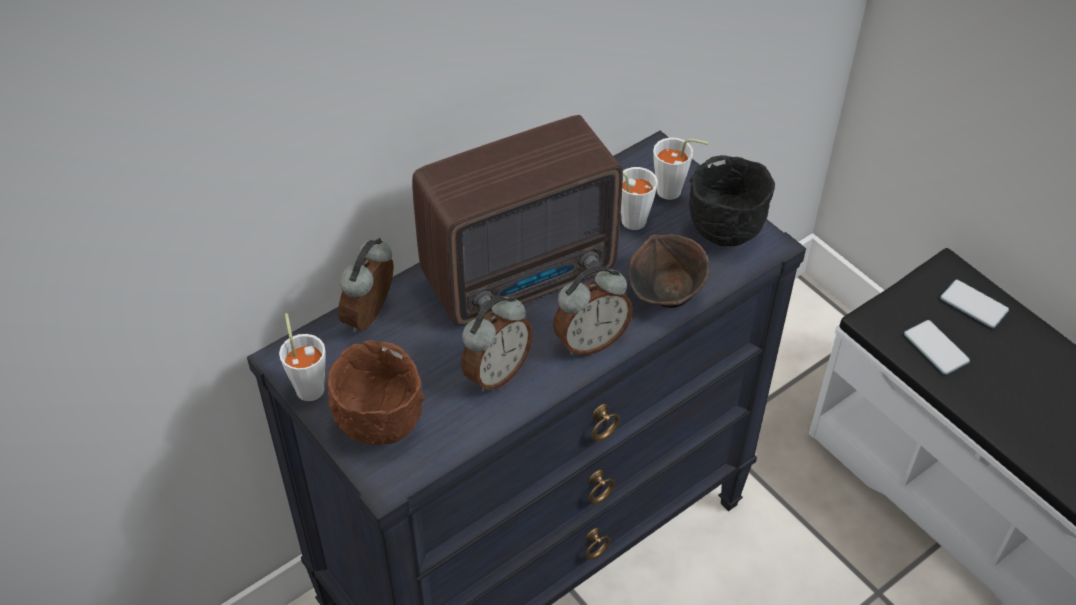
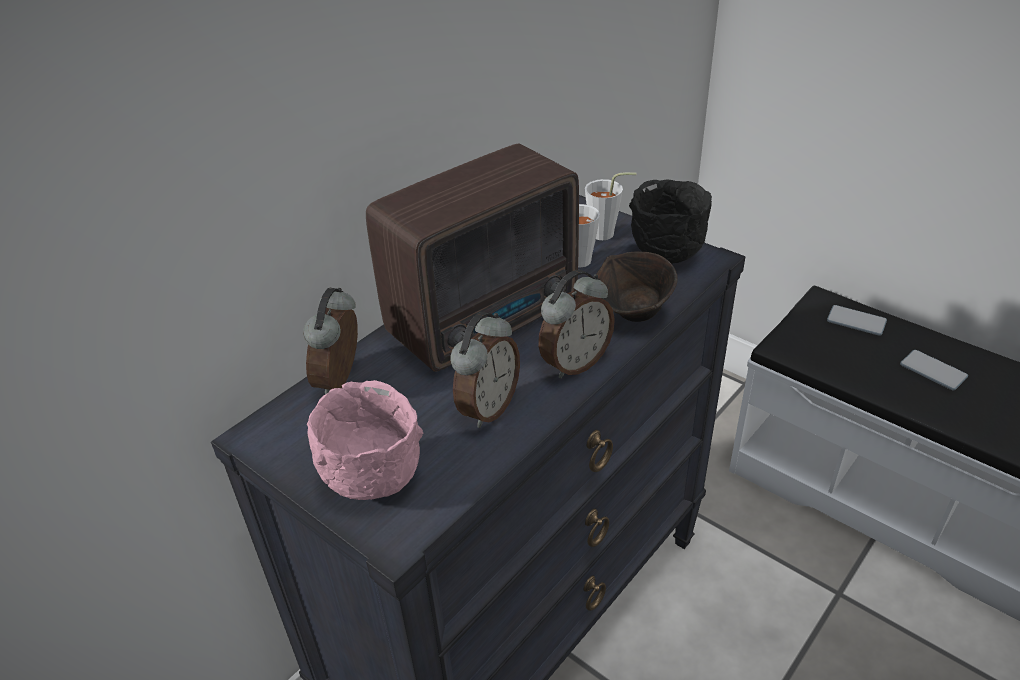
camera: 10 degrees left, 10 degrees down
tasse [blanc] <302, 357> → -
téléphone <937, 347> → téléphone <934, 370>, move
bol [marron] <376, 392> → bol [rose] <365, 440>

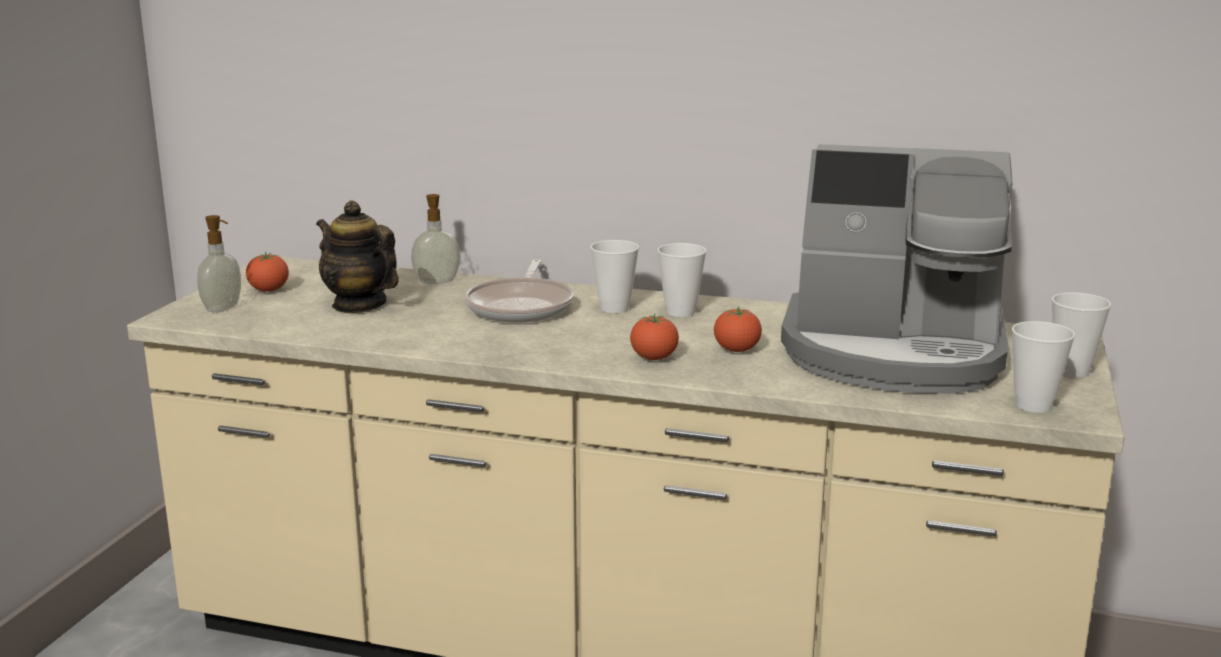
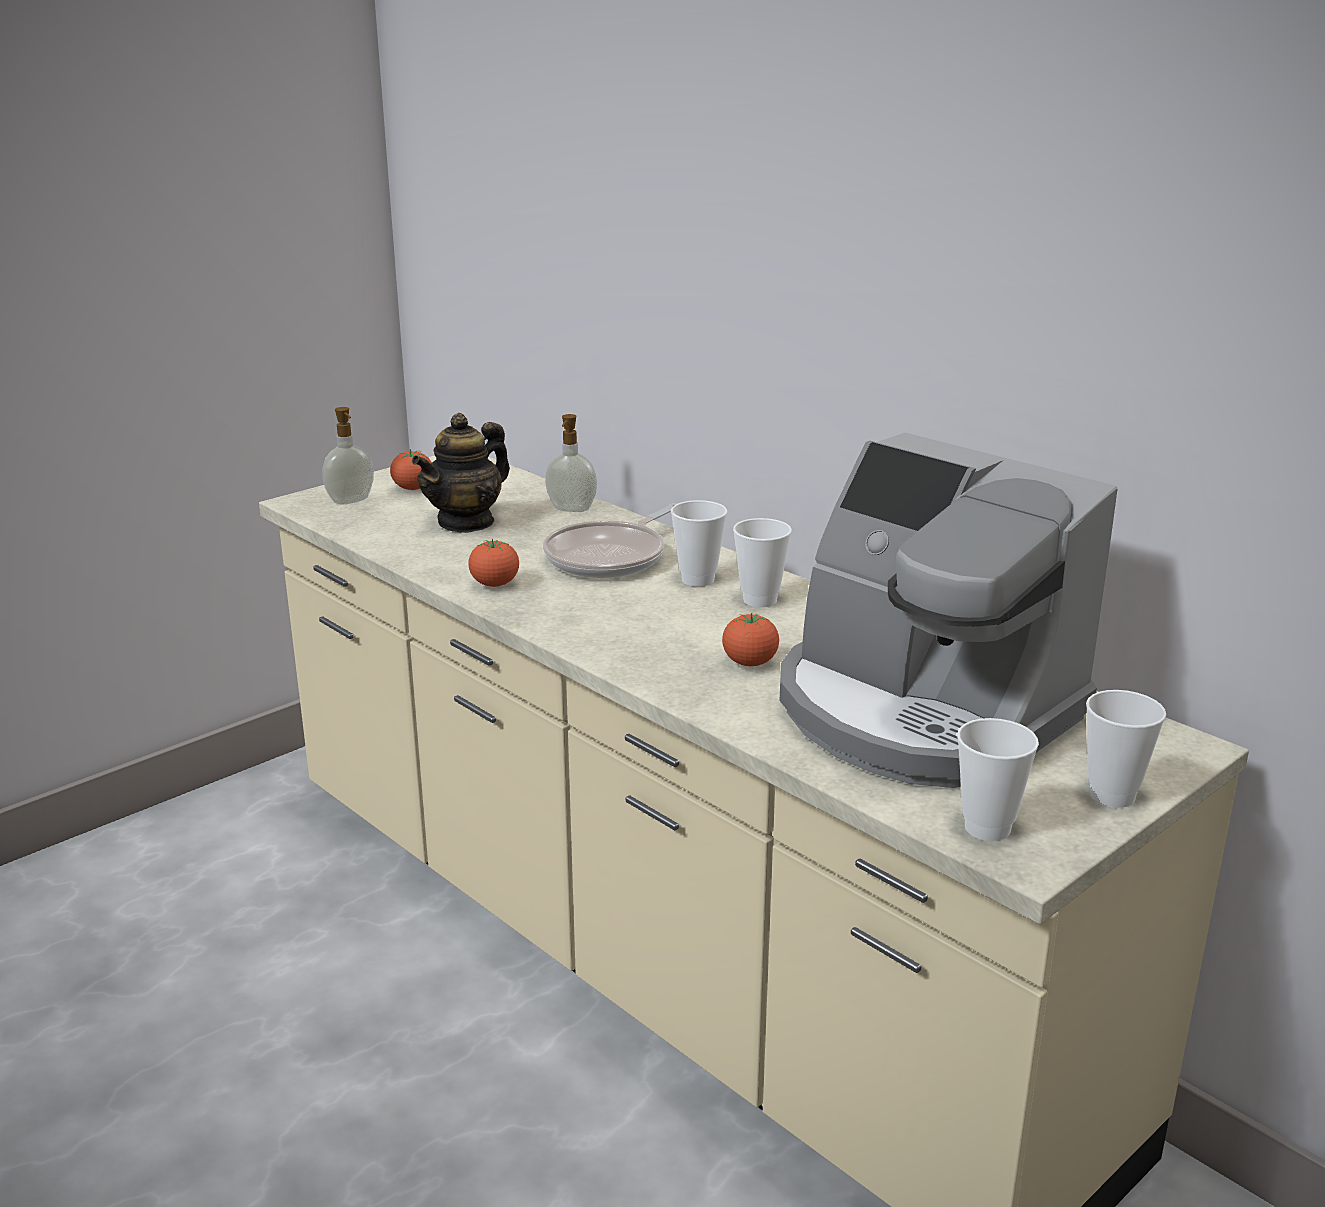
camera: 30 degrees right, 5 degrees up
théière <357, 256> → théière <461, 473>, 120 degrees counterclockwise
tomate <654, 337> → tomate <493, 563>, move

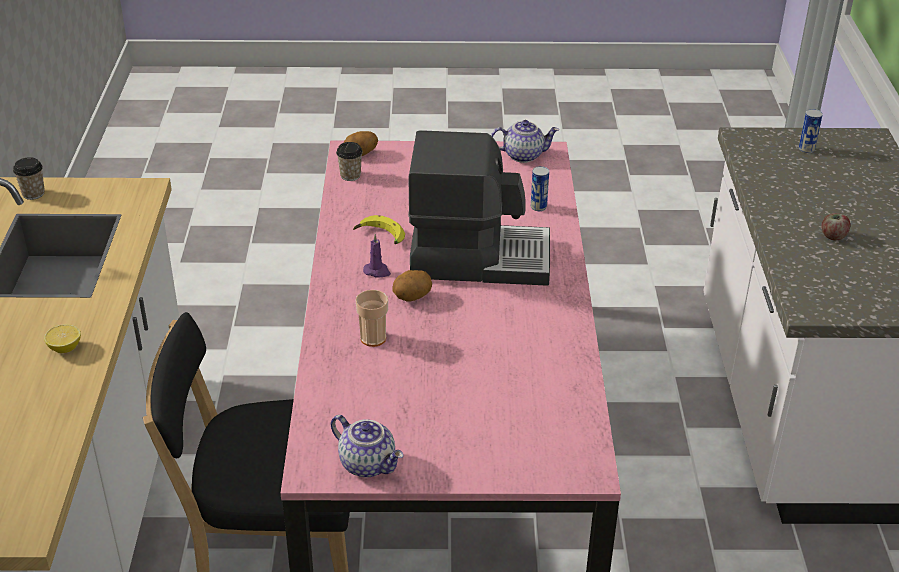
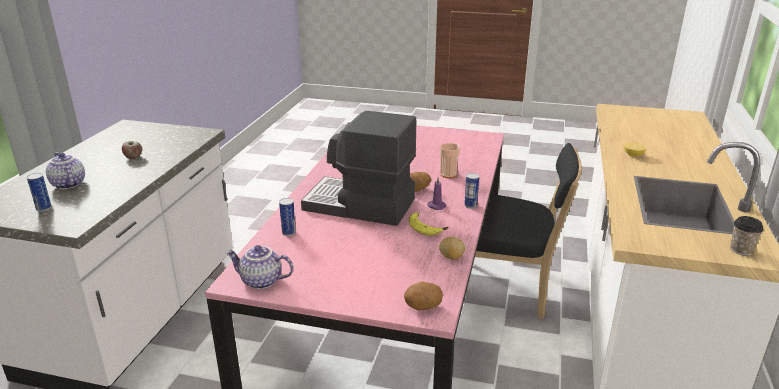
camera: 165 degrees left, 10 degrees down
tasse <349, 161> → -
théière <367, 446> → théière <65, 170>, move
- → boîte métallique <471, 191>
- → pomme de terre <452, 248>

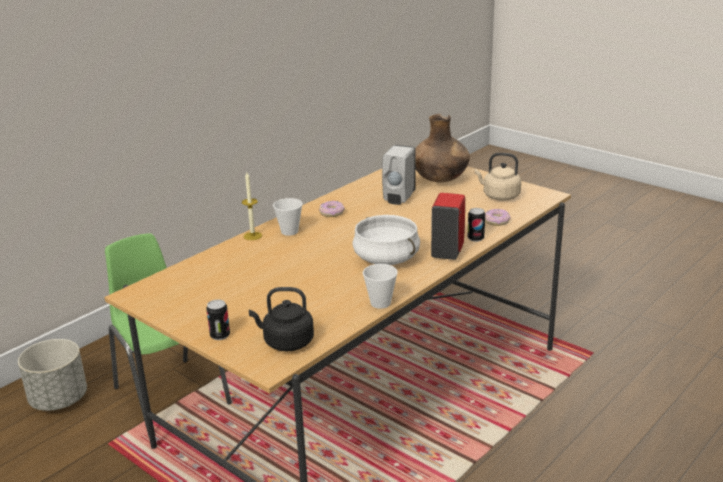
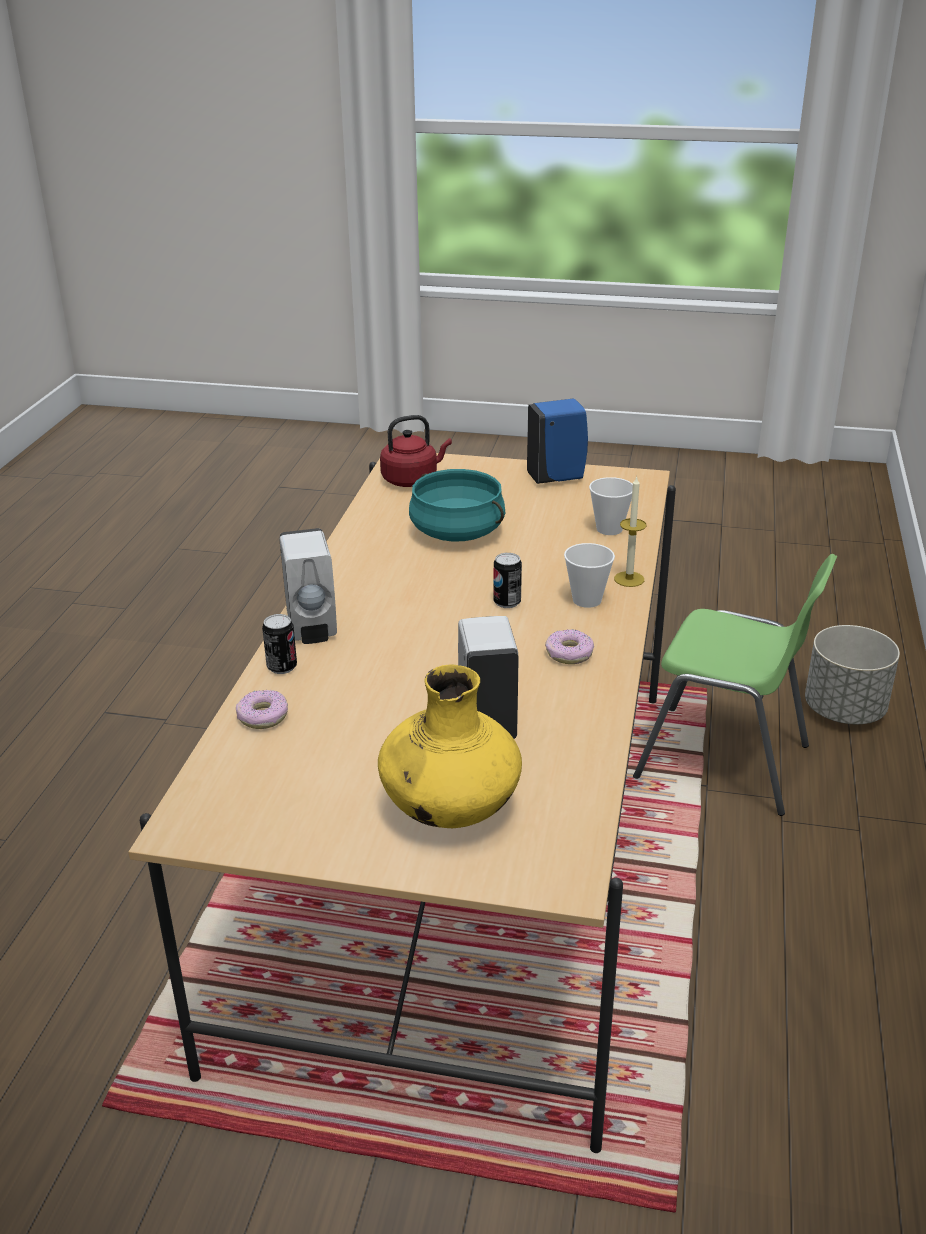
camera: 150 degrees right, 5 degrees up
vase [marron] <442, 148> → vase [jaune] <450, 746>
bouilloire [beige] <498, 177> → -
distributeur de savon [rouge] <448, 226> → distributeur de savon [blanc] <308, 586>
marmite [blanc] <386, 240> → -
tasse <380, 286> → tasse <611, 506>, move
bouilloire [noir] <281, 319> → bouilloire [rouge] <416, 451>
boîte métallique <218, 319> → boîte métallique <507, 580>, move
- → distributeur de savon [bleu] <557, 441>
- → marmite [turquoise] <457, 505>

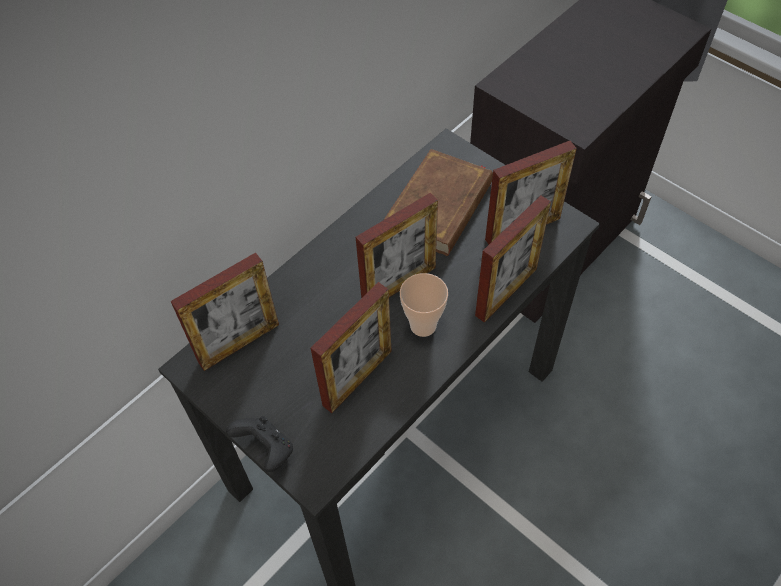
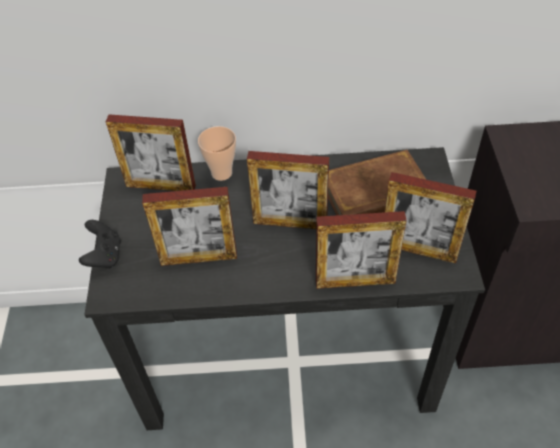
camera: 45 degrees right, 5 degrees down
tasse <424, 305> → tasse <217, 153>, move

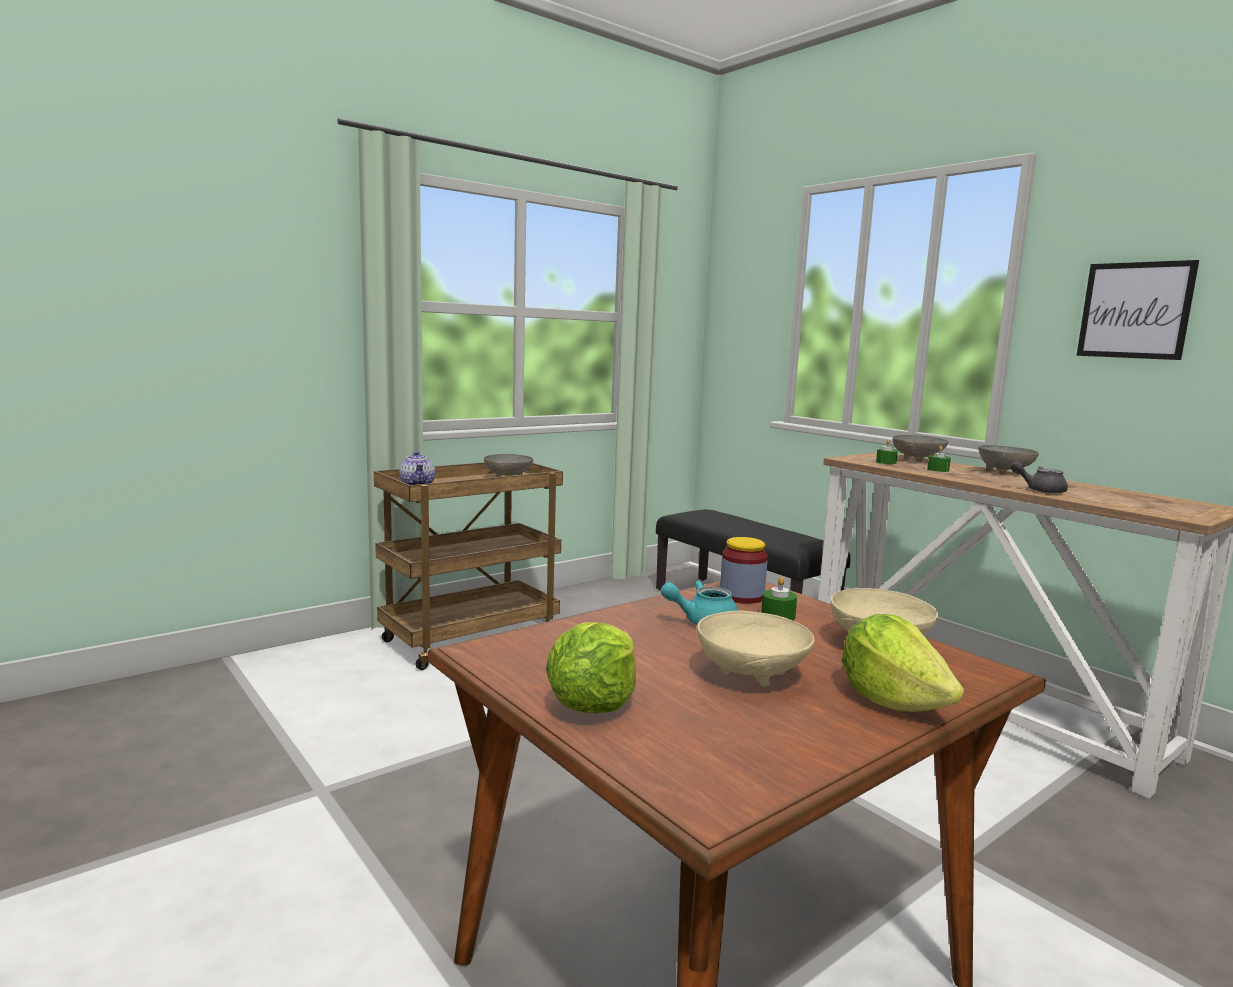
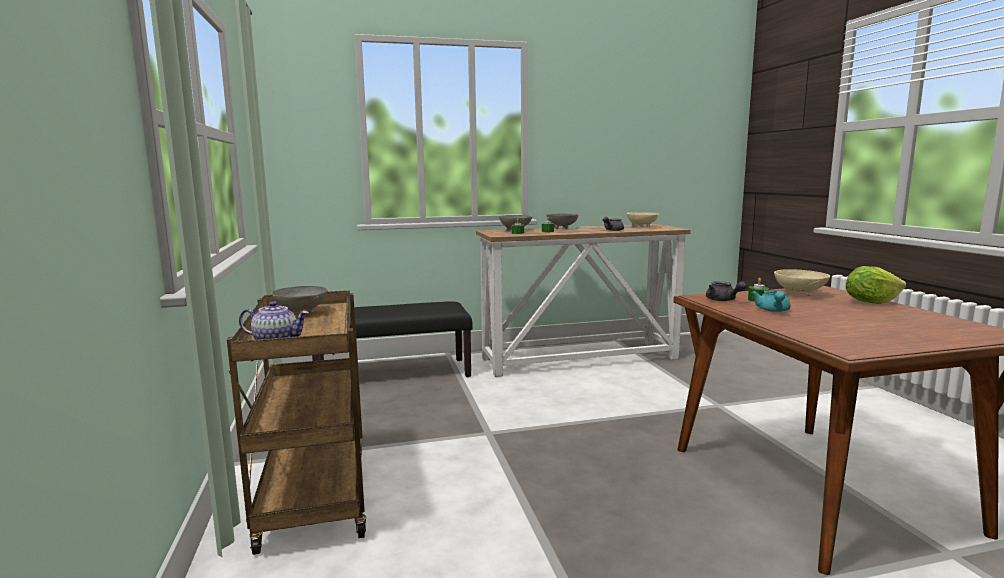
camera: 65 degrees left, 0 degrees up
tableau <1138, 310> → -
bocal <744, 570> → théière [gris] <726, 291>
bol [beige] <755, 649> → bol [beige] <642, 220>, move
laitue <591, 668> → -

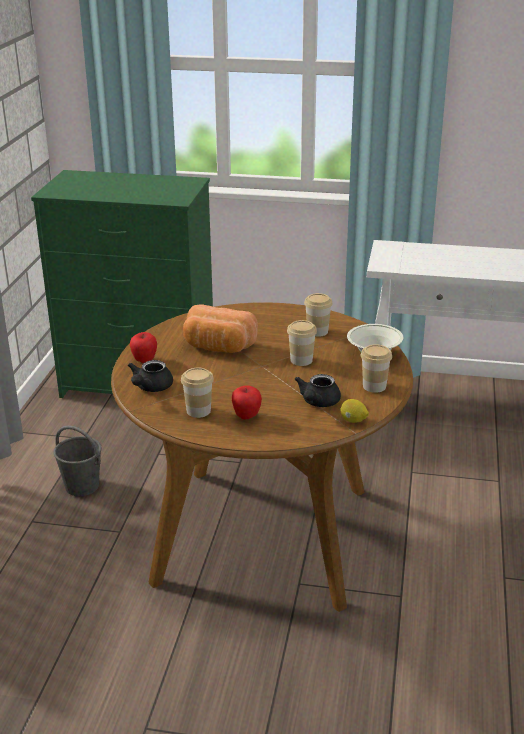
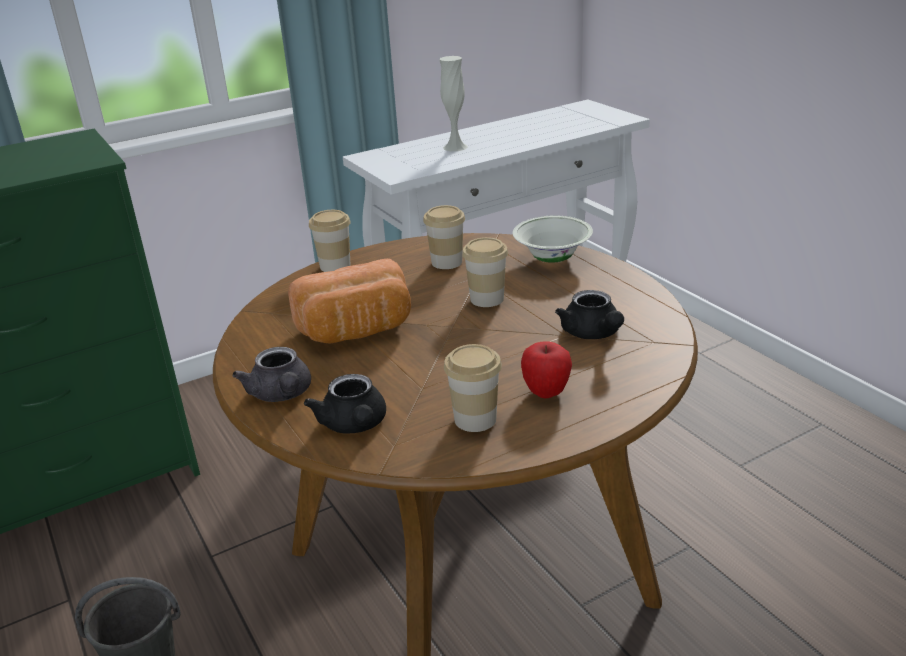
camera: 40 degrees left, 0 degrees up
pomme <143, 347> → théière [gris] <271, 374>
tasse <376, 368> → tasse <330, 241>, move
citron <355, 411> → -
- → vase [blanc] <453, 103>

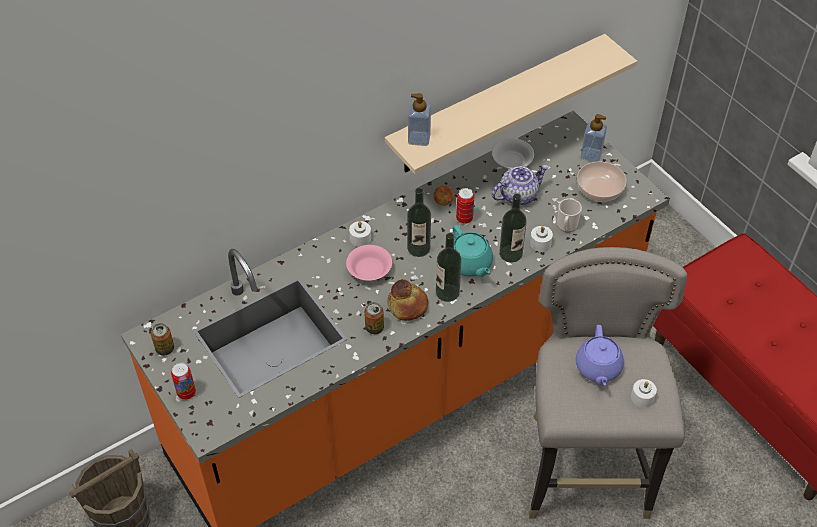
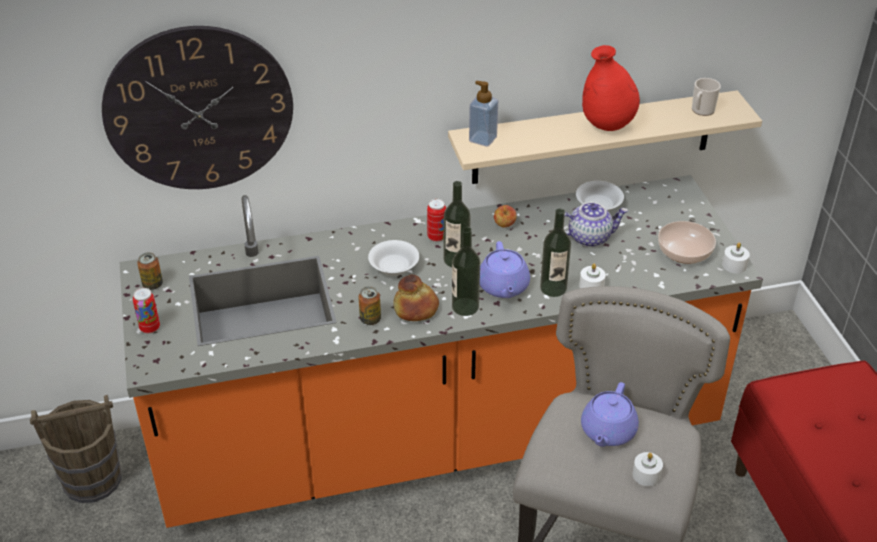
camera: 20 degrees right, 10 degrees down
distributeur de savon <594, 138> → -
boîte métallique <465, 206> → boîte métallique <436, 220>, move
mug <569, 215> → mug <706, 97>, move
bougie [blanc] <360, 234> → bougie [blanc] <736, 258>, move
théière [turquoise] <473, 251> → théière [violet] <505, 269>
bol [rose] <369, 263> → bol [blanc] <393, 257>
- → horloge murale <197, 107>
- → vase [rouge] <611, 88>

